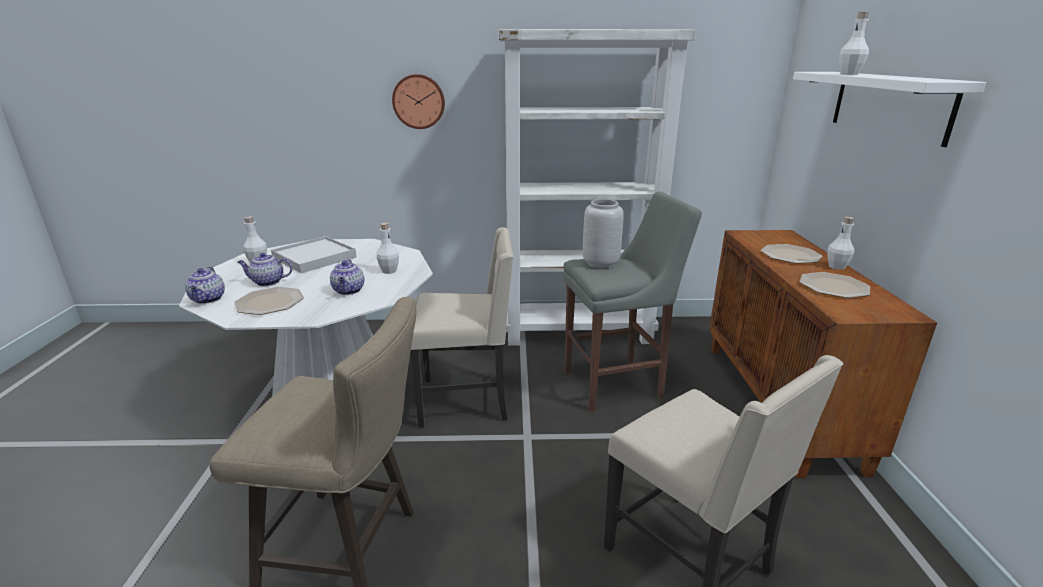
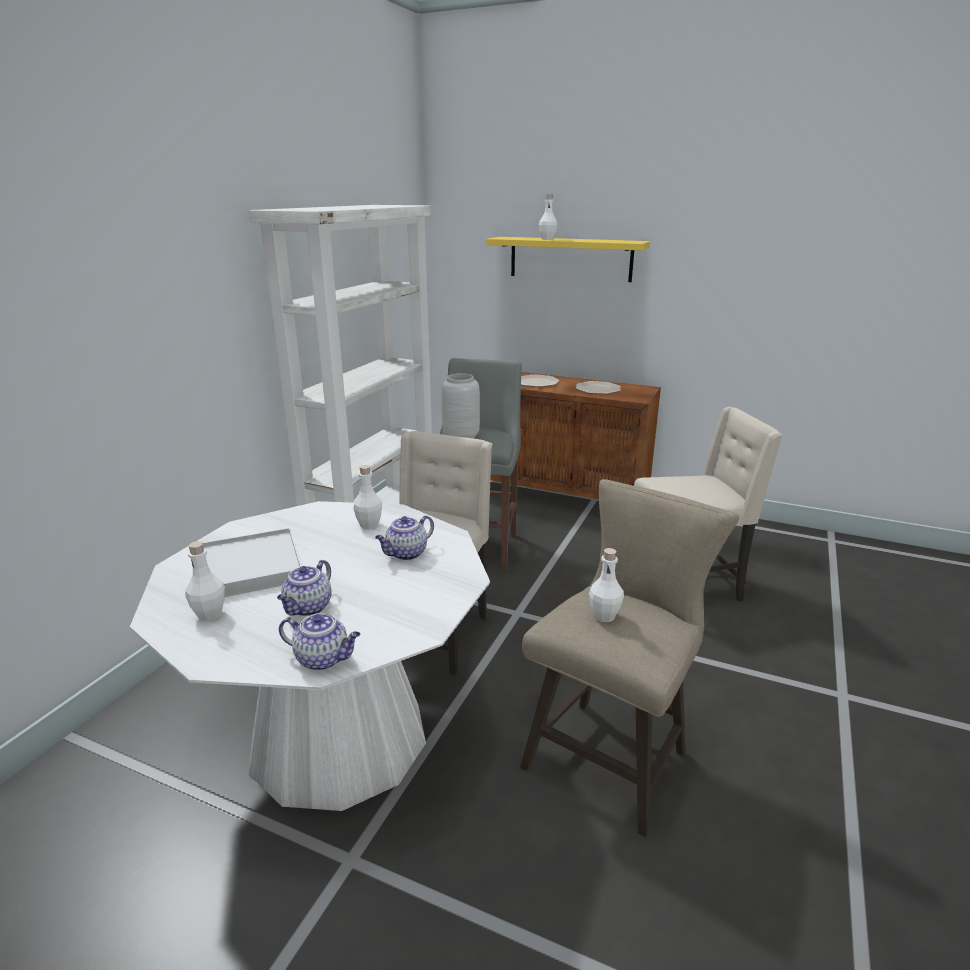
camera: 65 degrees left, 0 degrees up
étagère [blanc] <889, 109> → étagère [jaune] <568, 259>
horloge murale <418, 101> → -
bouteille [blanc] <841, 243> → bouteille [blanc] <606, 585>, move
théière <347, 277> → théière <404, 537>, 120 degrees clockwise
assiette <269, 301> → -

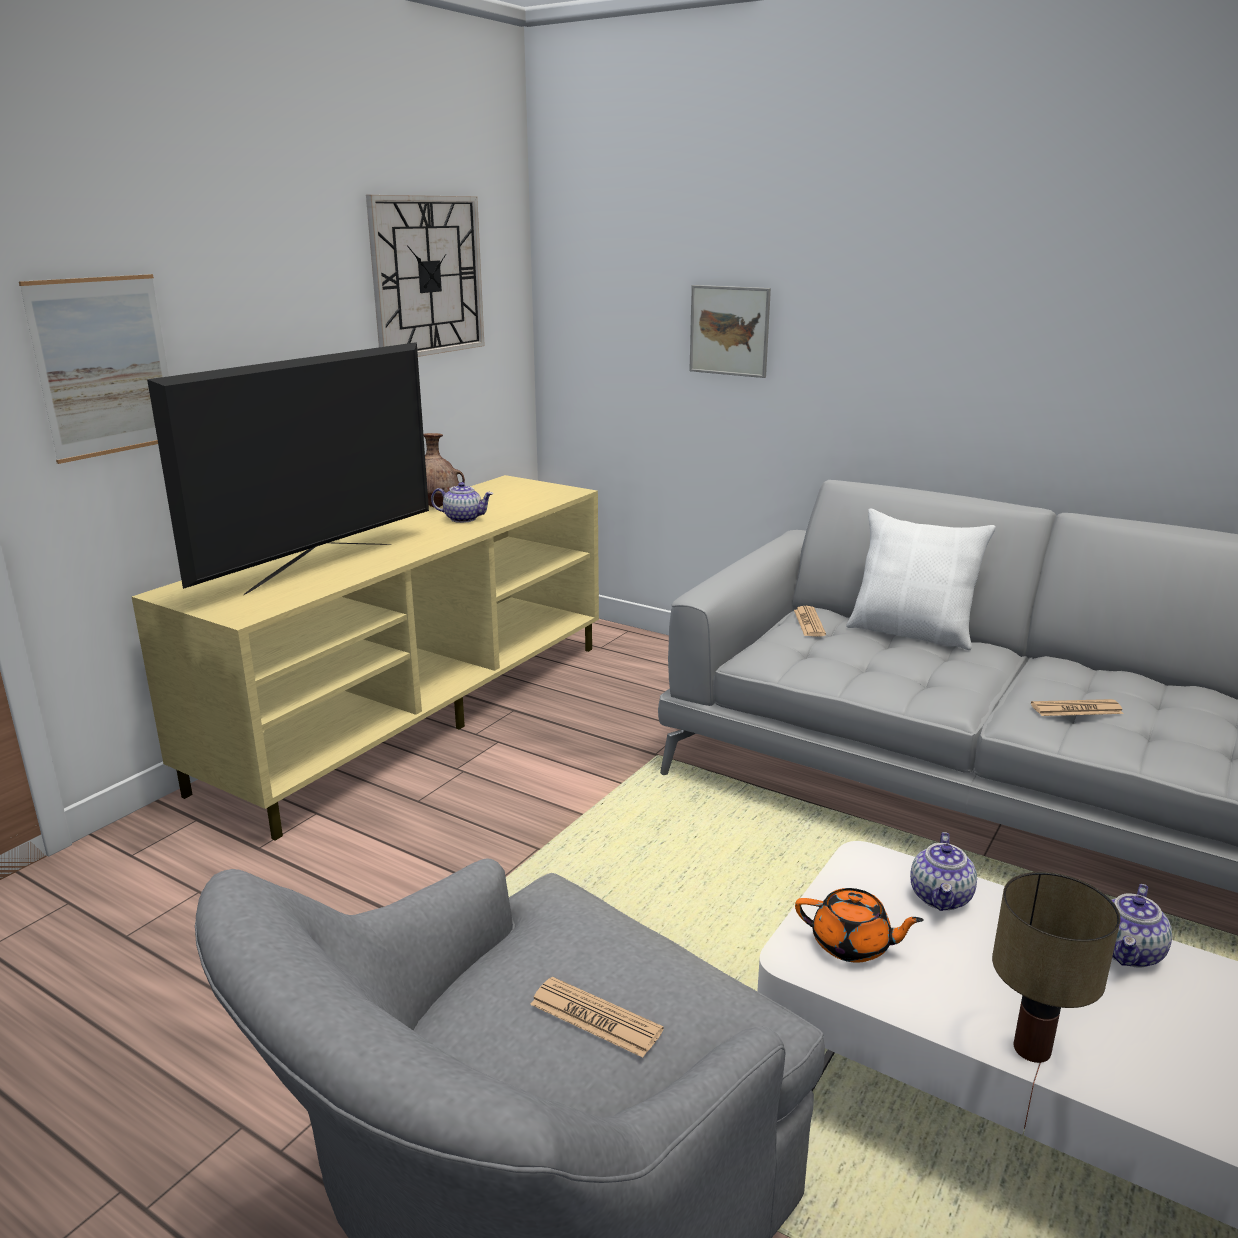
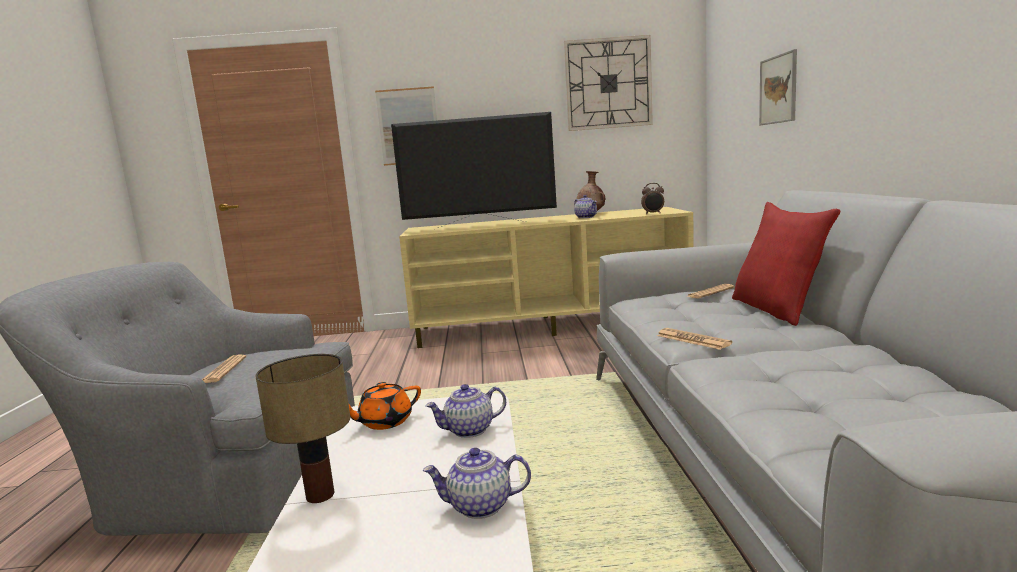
camera: 55 degrees right, 10 degrees down
coussin [blanc] <921, 579> → coussin [rouge] <786, 264>
journal <1077, 707> → journal <694, 339>, move
théière [orange] <859, 925> → théière [orange] <384, 406>, 75 degrees clockwise
- → réveil <652, 198>

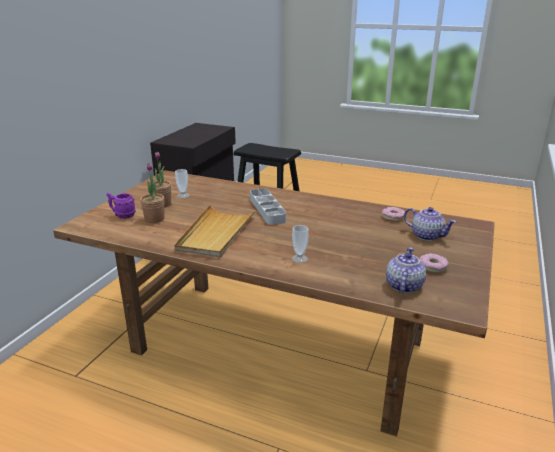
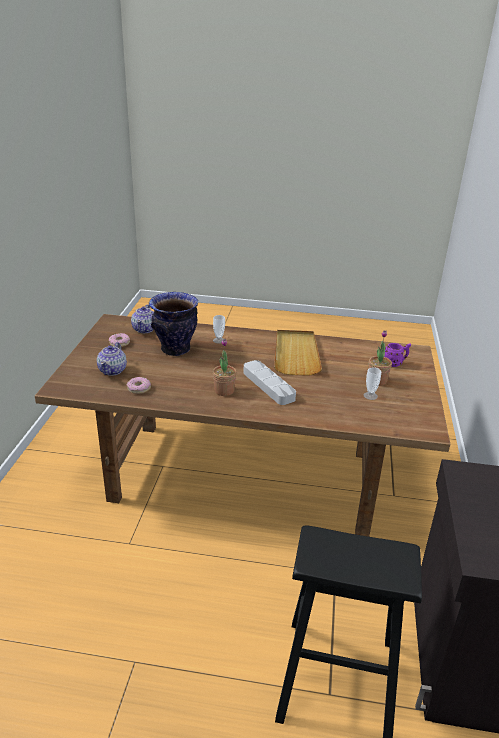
camera: 165 degrees right, 5 degrees up
plante en pot <152, 193> → plante en pot <225, 367>, move
théière <430, 224> → théière <112, 359>, 105 degrees counterclockwise
- → vase <173, 324>

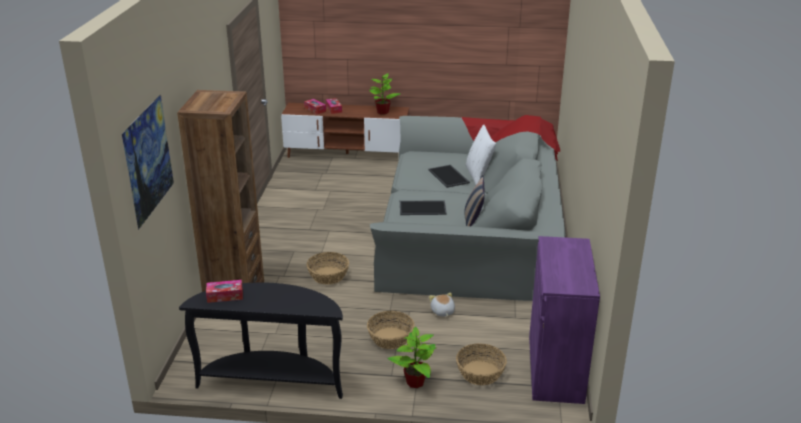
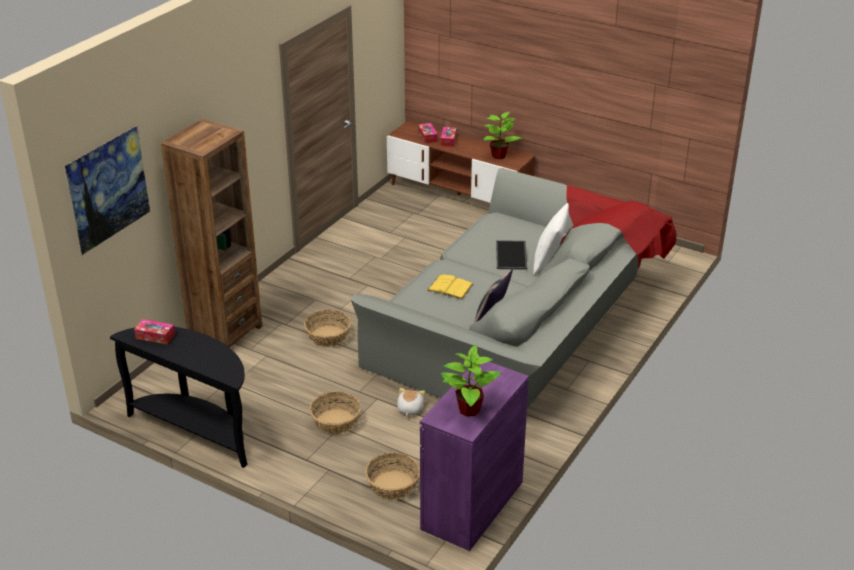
camera: 25 degrees right, 5 degrees up
plateau <423, 207> → livre [jaune] <450, 286>
plante en pot <411, 357> → plante en pot <471, 381>, move

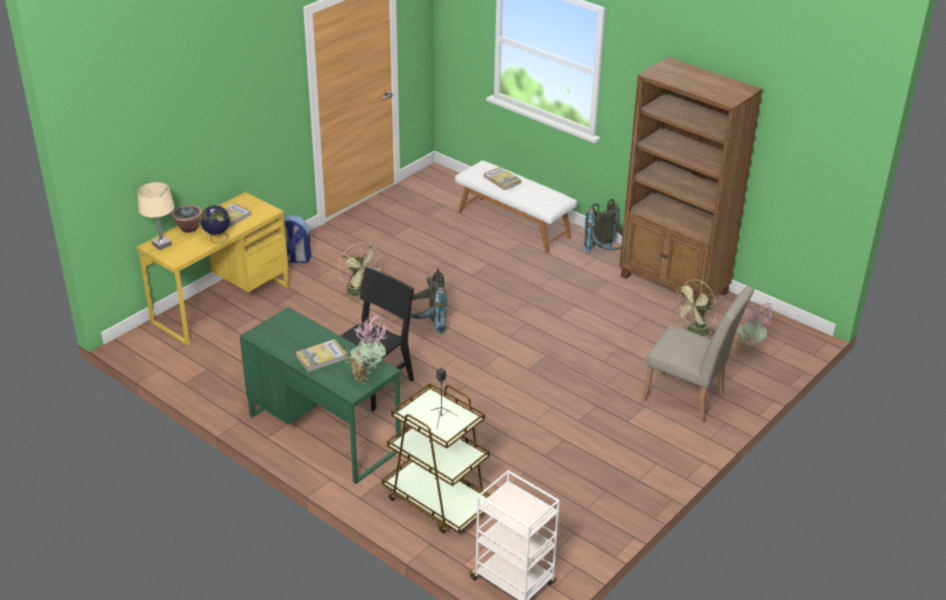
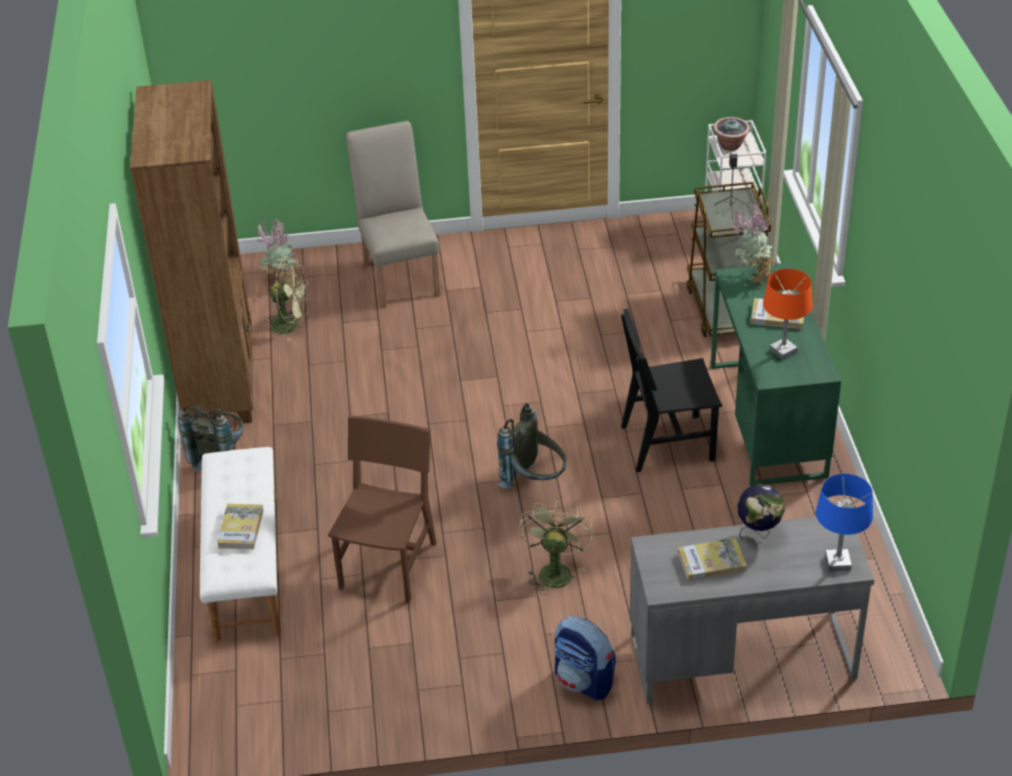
camera: 135 degrees left, 5 degrees up
lampe de table [beige] <156, 216> → lampe de table [bleu] <844, 523>
bureau [jaune] <212, 268> → bureau [gris] <752, 610>
plante en pot <187, 219> → plante en pot <731, 134>, move
- → lampe de table [orange] <788, 314>
- → chaise [marron] <382, 509>

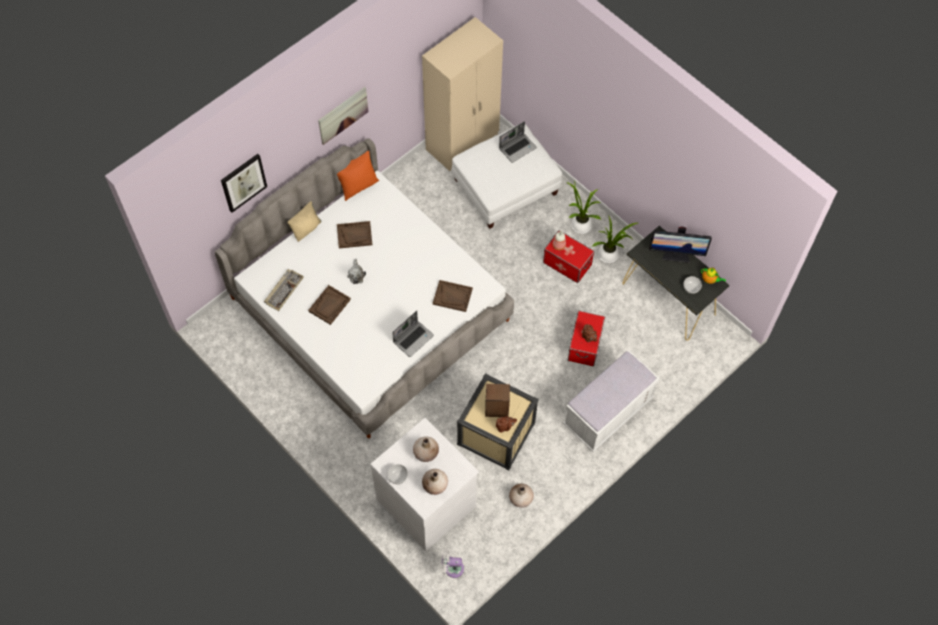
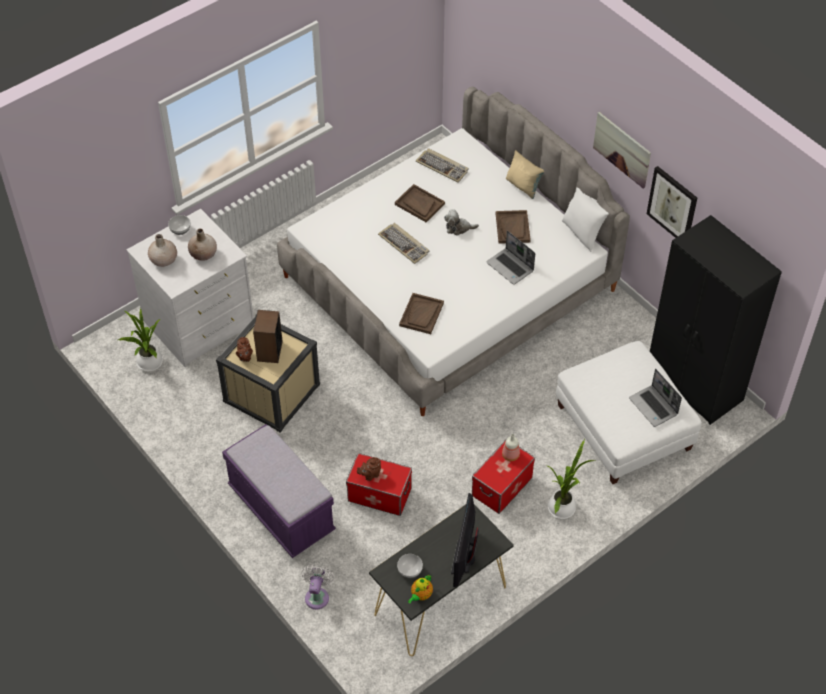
camera: 95 degrees right, 10 degrees down
armoire [beige] <462, 94> → armoire [noir] <716, 320>
coussin [orange] <358, 176> → coussin [blanc] <585, 219>
tableau <244, 183> → tableau <672, 202>, move
plante en pot <615, 239> → plante en pot <140, 340>, move
ordinateur portable <413, 334> → ordinateur portable <510, 258>, move
banc [blanc] <611, 401> → banc [violet] <279, 491>
vase [beige] <521, 496> → -
ventilateur [blanc] <452, 563> → ventilateur [blanc] <317, 587>, move
- → clavier <403, 243>

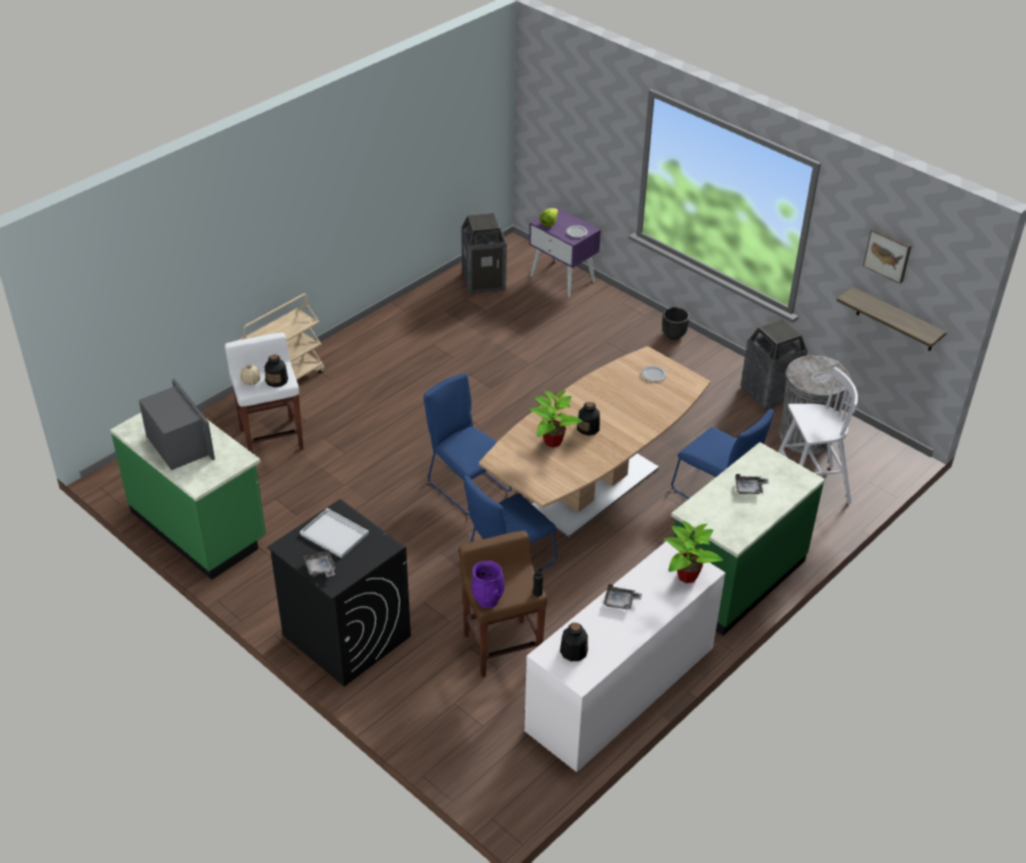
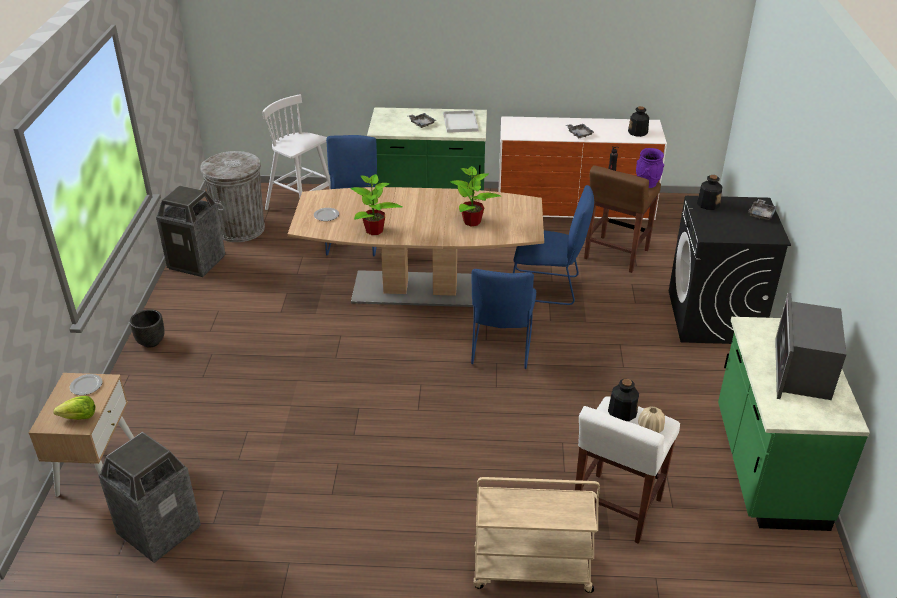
camera: 130 degrees left, 5 degrees down
table de chevet [violet] <565, 252> → table de chevet [beige] <81, 435>
tableau <887, 256> → -
étagère <891, 319> → -
bouteille <588, 419> → bouteille <709, 192>, move
plateau [blanc] <334, 533> → plateau [blanc] <461, 121>, move
plante en pot <693, 552> → plante en pot <376, 204>, move

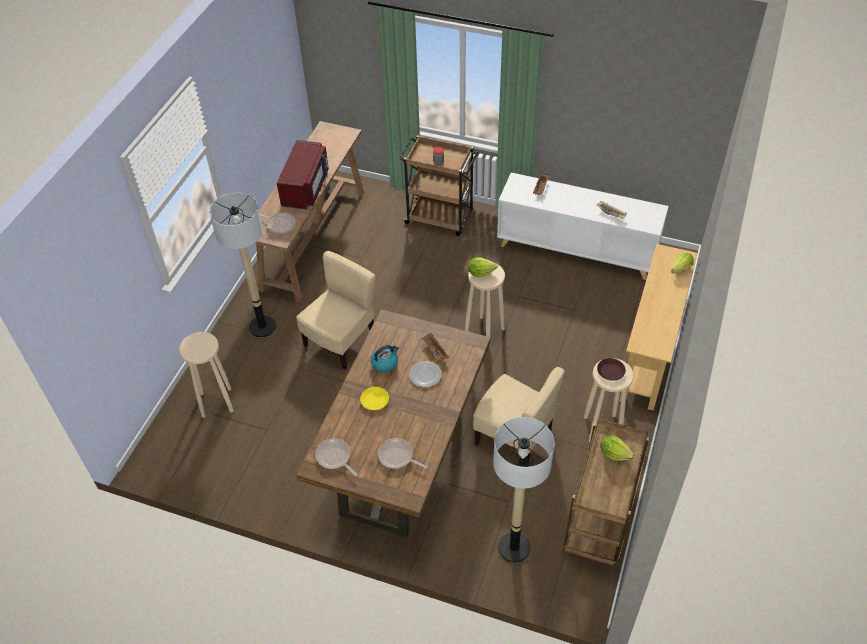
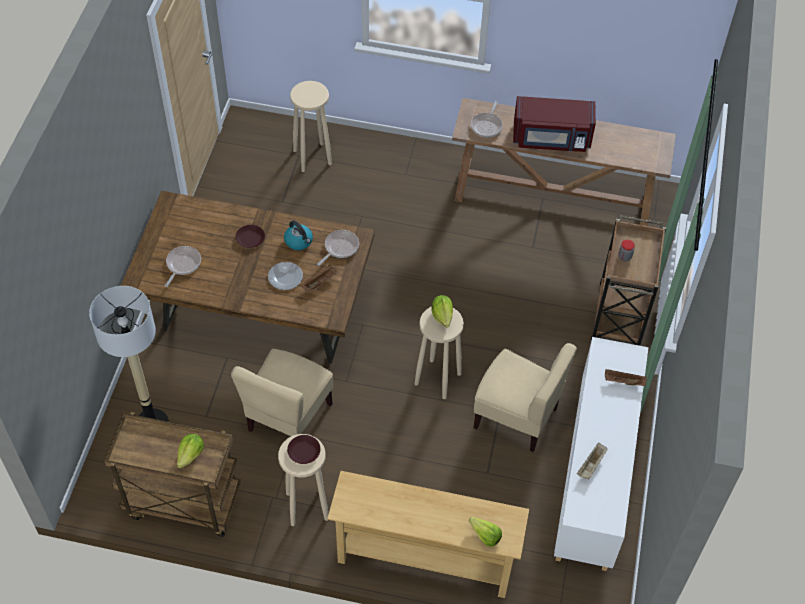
camera: 80 degrees right, 5 degrees up
lampadaire <242, 265> → -
chaise [beige] <336, 310> → chaise [beige] <525, 397>, move
assiette [jaune] <374, 398> → assiette [marron] <250, 236>
poêle <336, 457> → poêle <338, 248>, move

